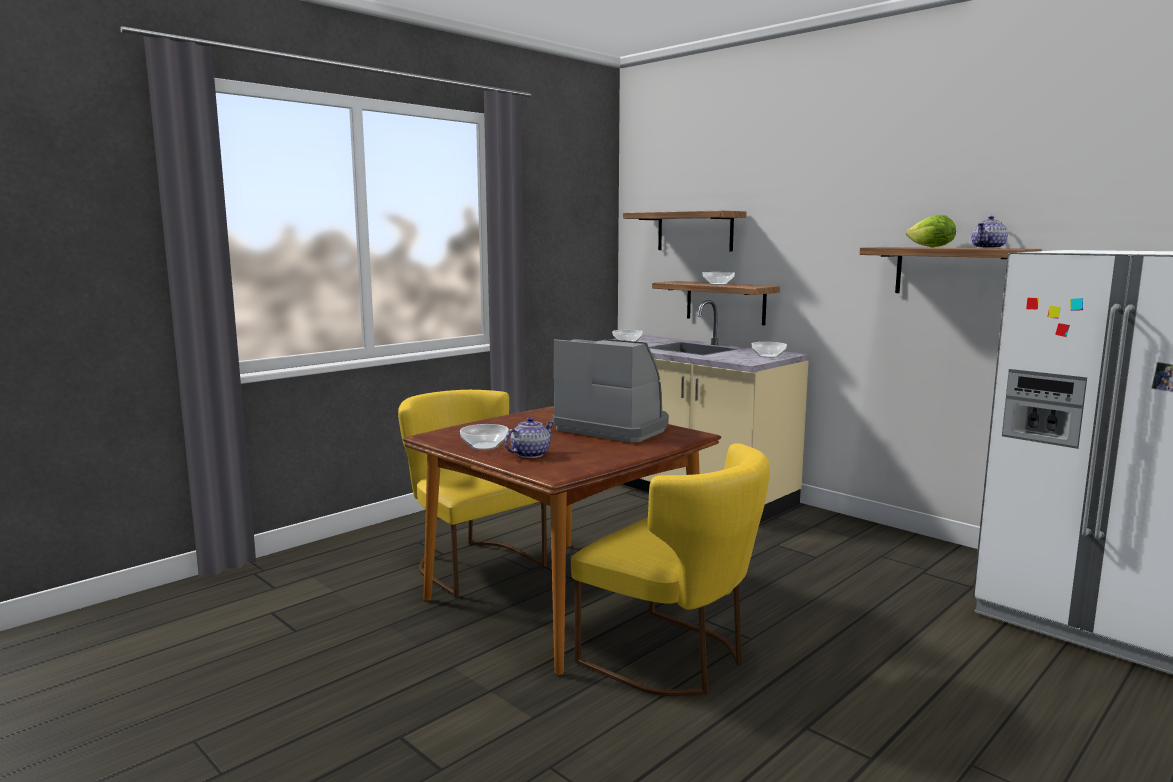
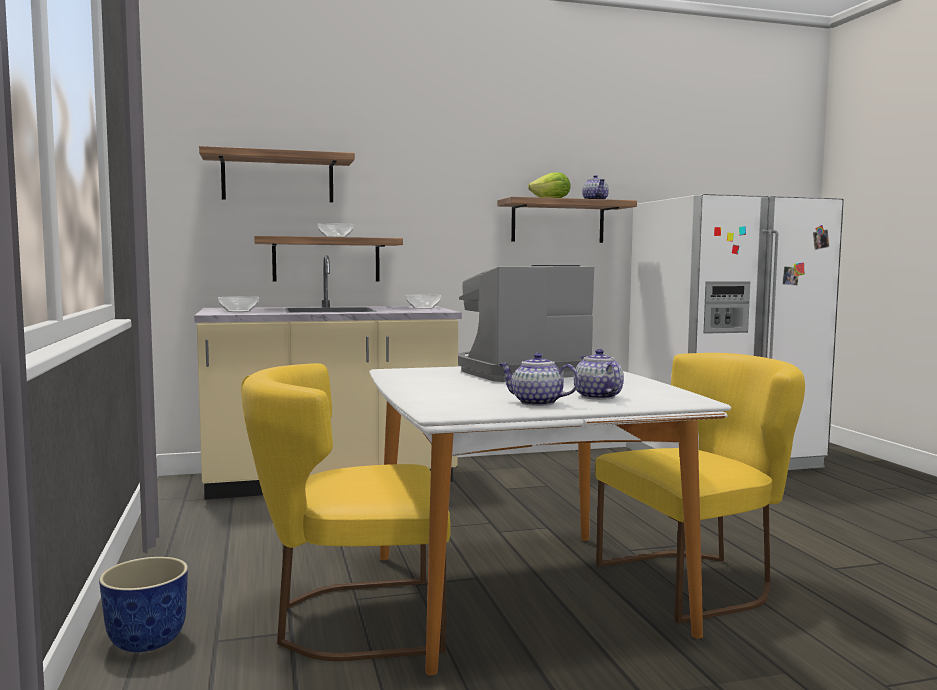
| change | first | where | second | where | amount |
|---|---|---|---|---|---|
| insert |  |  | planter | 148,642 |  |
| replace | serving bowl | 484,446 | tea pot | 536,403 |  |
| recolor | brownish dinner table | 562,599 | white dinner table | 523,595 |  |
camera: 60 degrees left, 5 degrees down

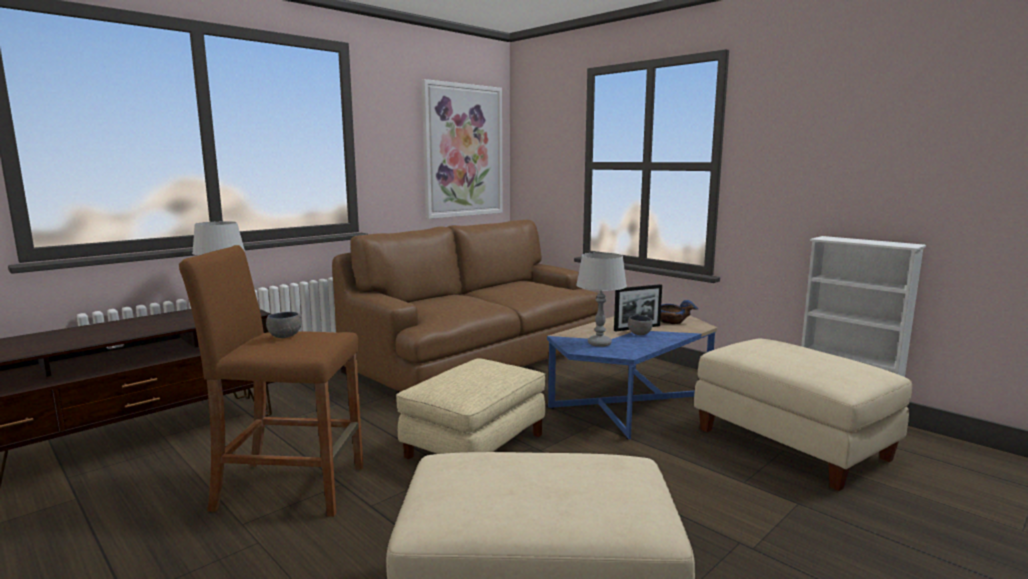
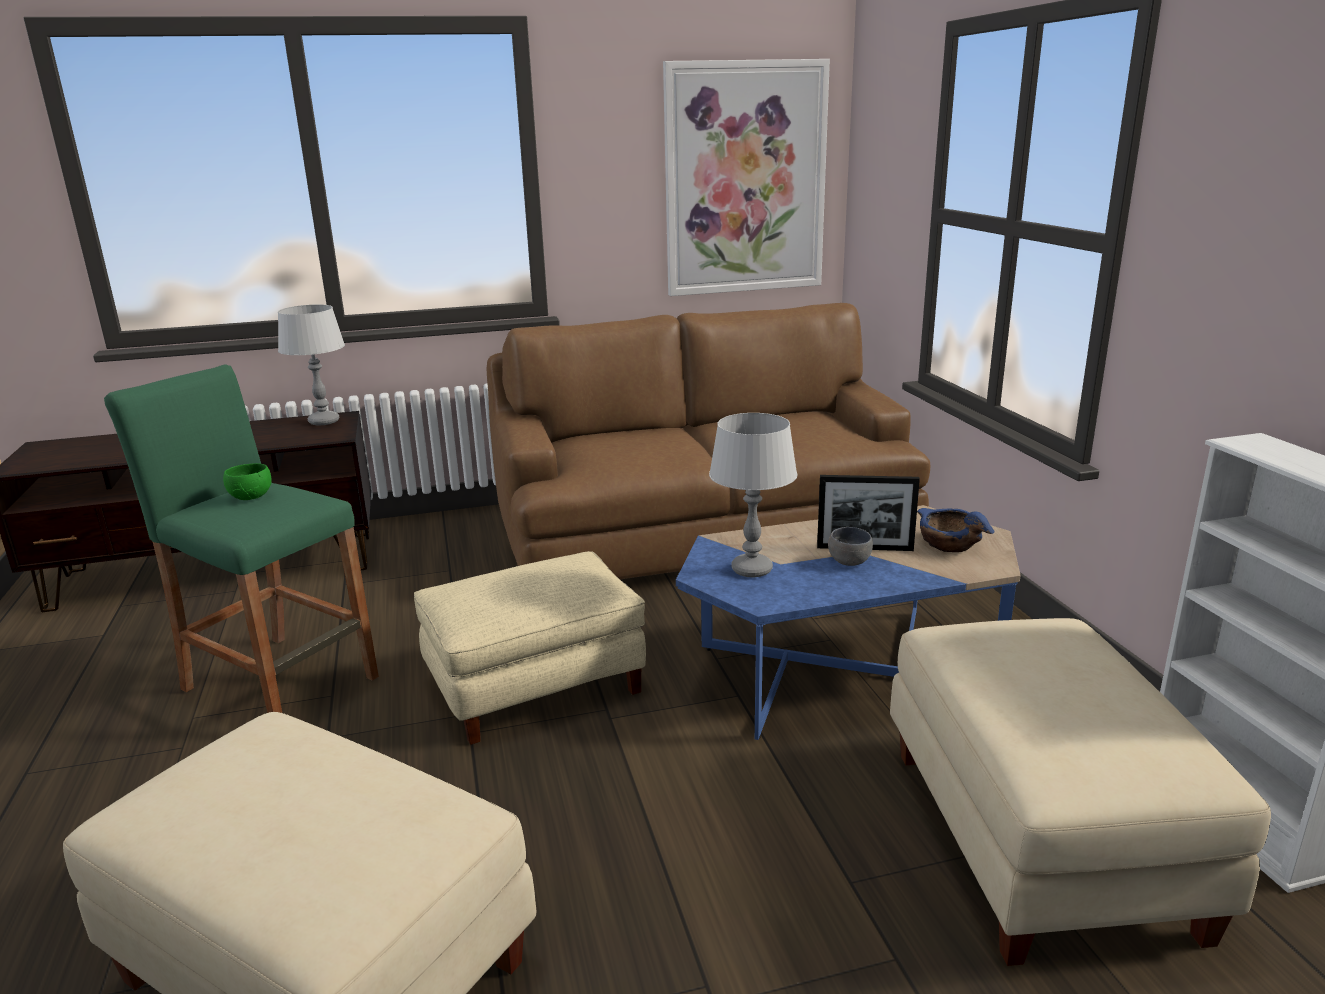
| change | first | where | second | where | amount |
|---|---|---|---|---|---|
| recolor | brownish stool | 291,488 | green-coloured stool | 280,683 |  |
| recolor | gray serving bowl | 284,336 | green-coloured serving bowl | 251,496 |  |
camera: 30 degrees right, 10 degrees up

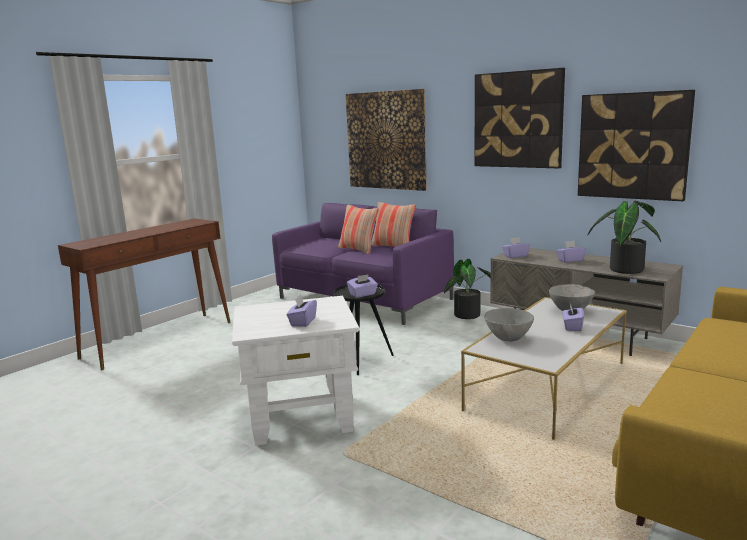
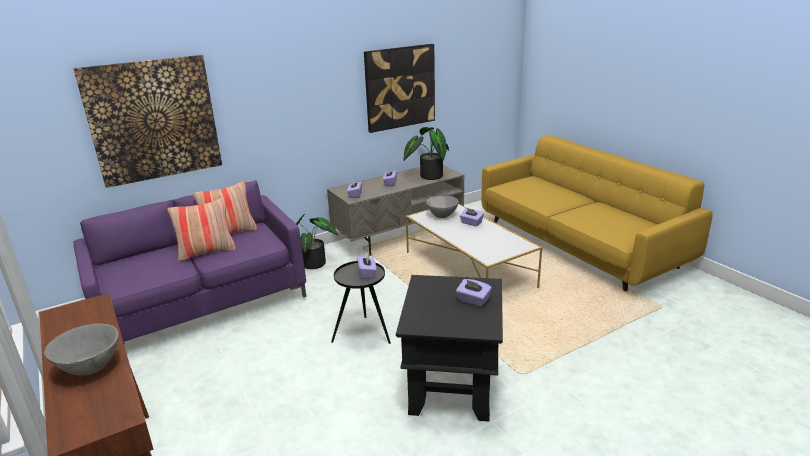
| change | first | where | second | where | amount |
|---|---|---|---|---|---|
| delete | wall art | 518,120 |  |  |  |
| move | gray serving bowl | 508,338 |  | 90,368 |  |
| recolor | white side table | 301,417 | blackish side table | 452,387 |  |
camera: 70 degrees left, 10 degrees up

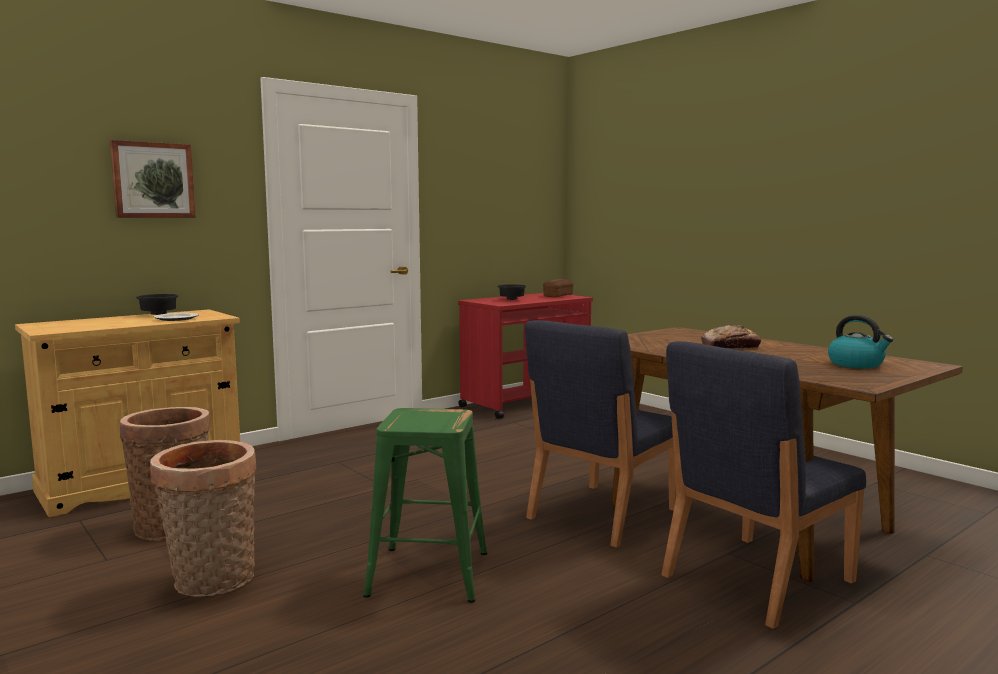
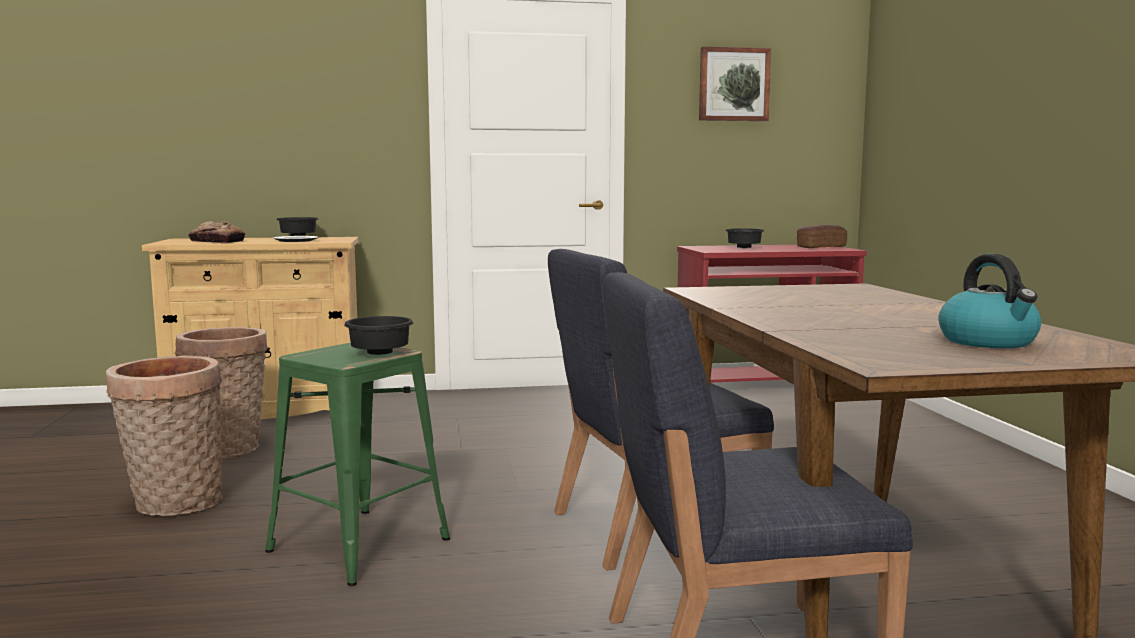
| change | first | where | second | where | amount |
|---|---|---|---|---|---|
| insert |  |  | blackish serving bowl | 377,353 |  |
| move | wall art | 153,180 |  | 733,84 |  |
| move | baked bread | 730,346 |  | 217,241 |  |
camera: 30 degrees right, 0 degrees up

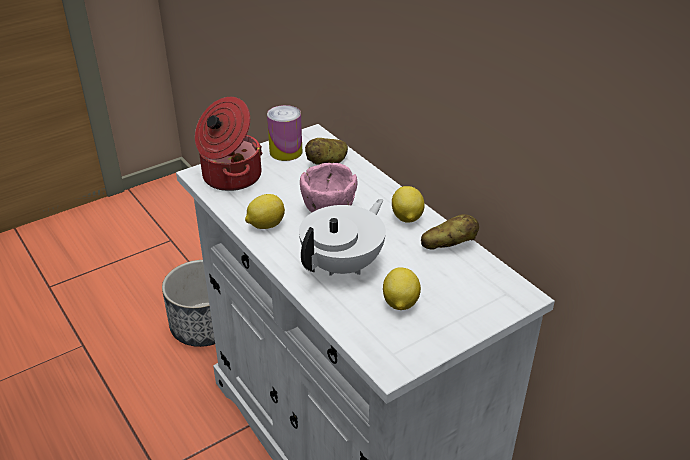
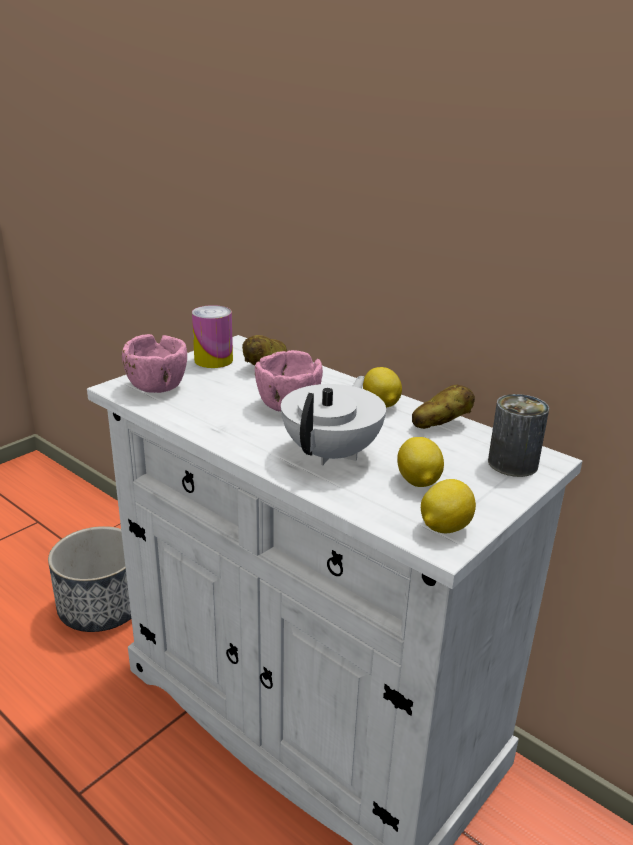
| change | first | where | second | where | amount |
|---|---|---|---|---|---|
| insert |  |  | can | 512,463 |  |
| move | lemon | 265,225 |  | 443,527 |  |
| replace | saucepot | 230,176 | pink-coloured serving bowl | 157,386 |  |
camera: 15 degrees left, 10 degrees down

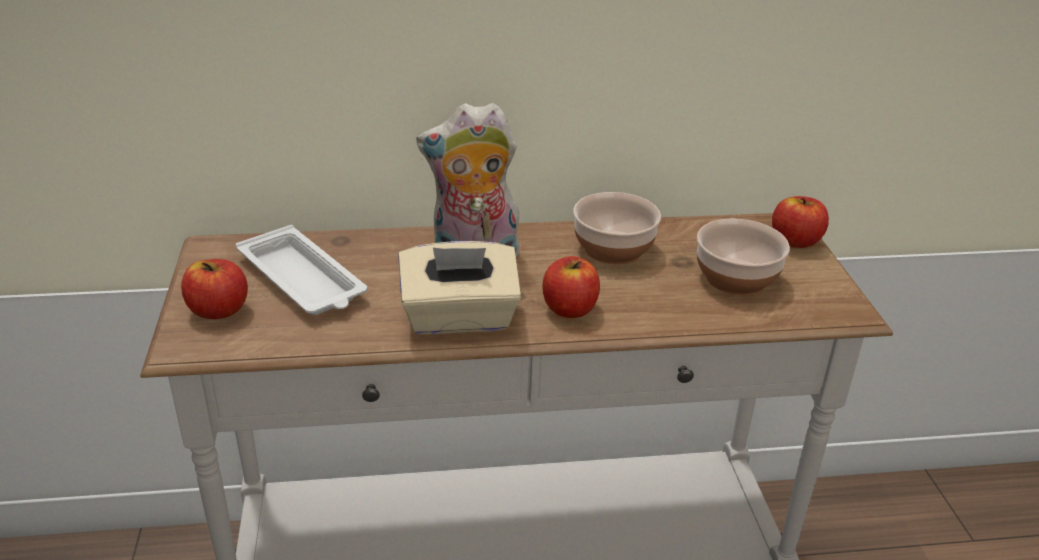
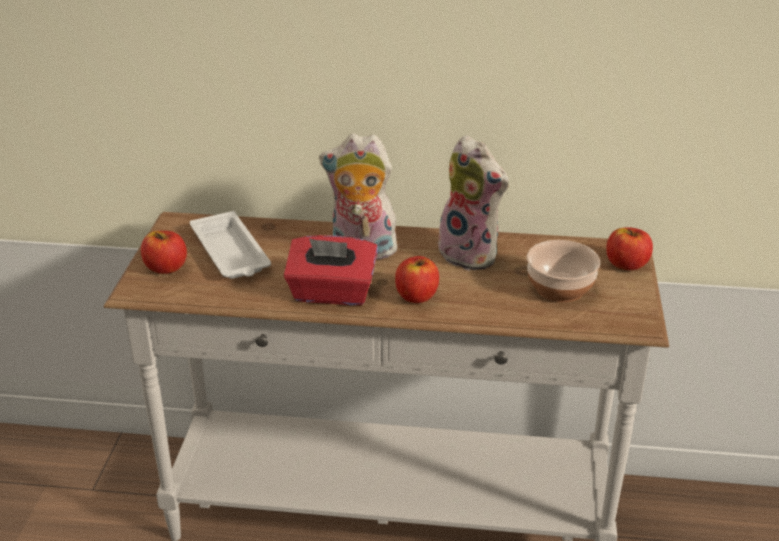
| change | first | where | second | where | amount |
|---|---|---|---|---|---|
| replace | serving bowl | 612,249 | cuddly toy | 472,254 |  |
| recolor | beige-coloured box of tissues | 459,318 | reddish box of tissues | 332,293 |  |
camera: 15 degrees right, 0 degrees up

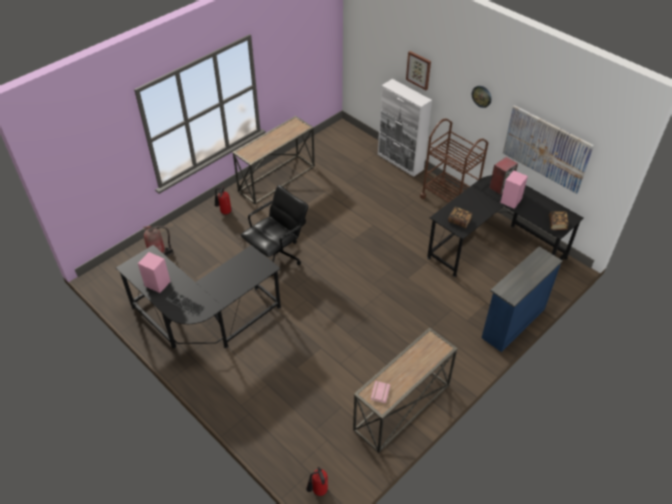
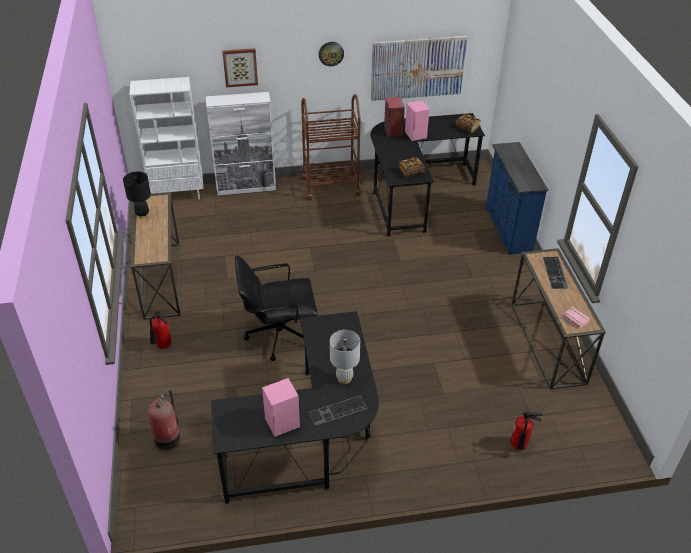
| change | first | where | second | where | amount |
|---|---|---|---|---|---|
| insert |  |  | blackish tabletop lamp | 142,215 |  |
| insert |  |  | white shelving unit | 178,194 |  |
| insert |  |  | white tabletop lamp | 344,378 |  |
| insert |  |  | PC keyboard | 556,273 |  |
| move | fire extinguisher | 318,491 |  | 519,447 |  |
| rotate | blackish office chair | 277,256 |  | 278,335 | 90 degrees counterclockwise |
camera: 55 degrees left, 5 degrees down

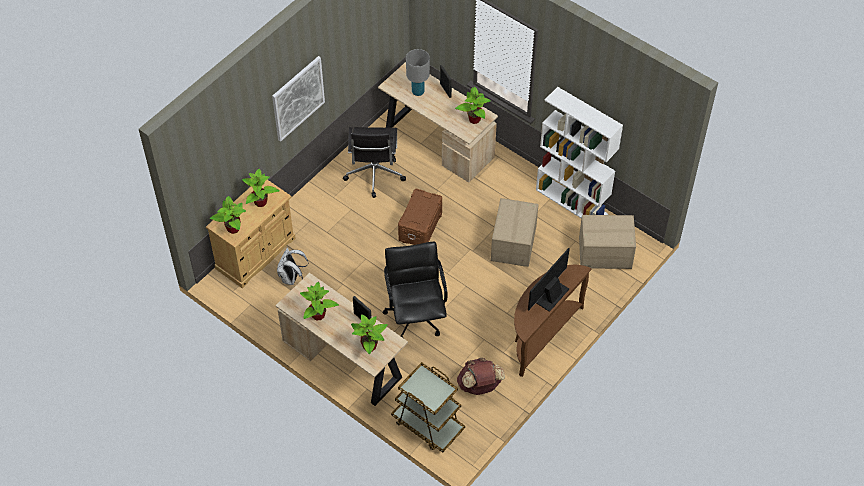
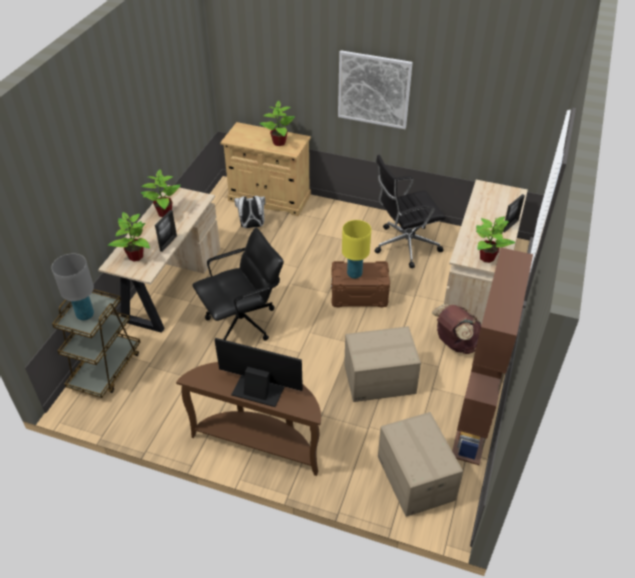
| change | first | where | second | where | amount |
|---|---|---|---|---|---|
| delete | potted plant | 233,228 |  |  |  |
| insert |  |  | yellow-coloured tabletop lamp | 354,274 |  |
| move | gray tabletop lamp | 418,91 |  | 85,315 |  |
| move | brownish rucksack | 480,386 |  | 455,343 |  |
| recolor | white shelving unit | 572,202 | brownish shelving unit | 474,421 |  |
camera: 70 degrees right, 10 degrees down

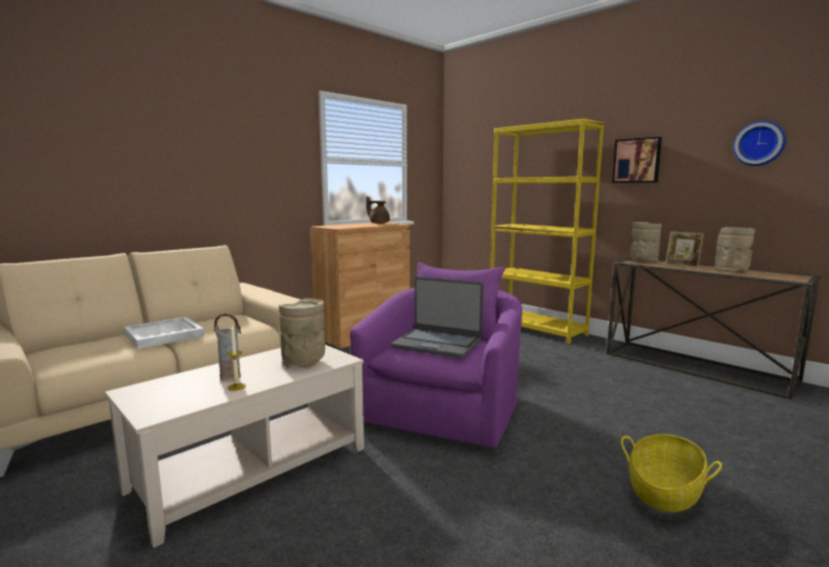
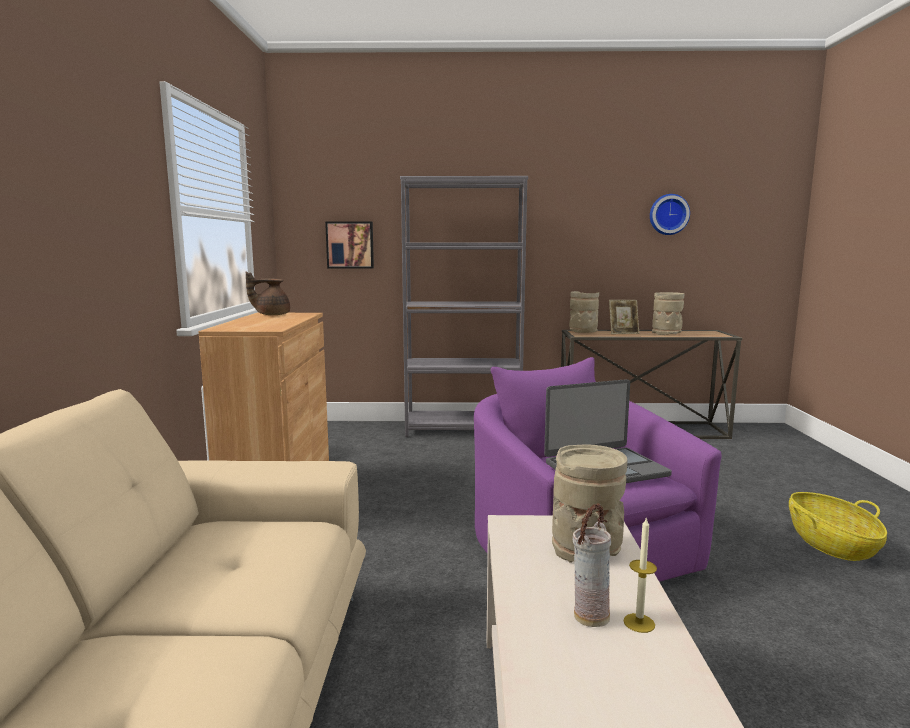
| change | first | where | second | where | amount |
|---|---|---|---|---|---|
| delete | white carrying tray | 165,335 |  |  |  |
| move | wall art | 637,160 |  | 350,245 |  |
| recolor | yellow-coloured shelving unit | 536,329 | gray shelving unit | 463,429 |  |
camera: 45 degrees left, 0 degrees up

